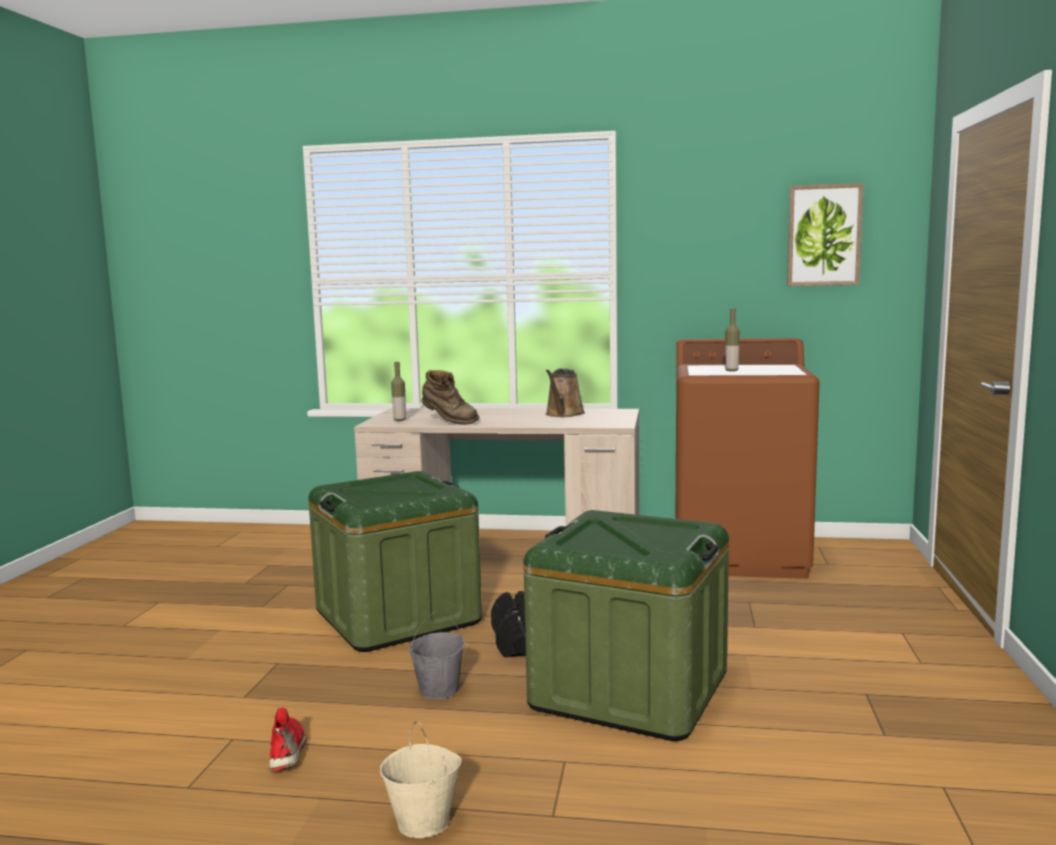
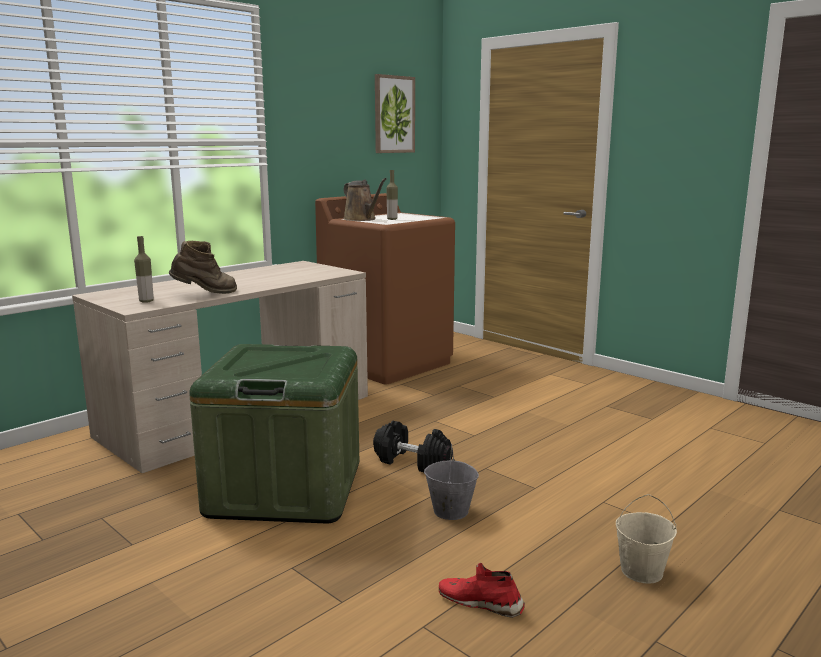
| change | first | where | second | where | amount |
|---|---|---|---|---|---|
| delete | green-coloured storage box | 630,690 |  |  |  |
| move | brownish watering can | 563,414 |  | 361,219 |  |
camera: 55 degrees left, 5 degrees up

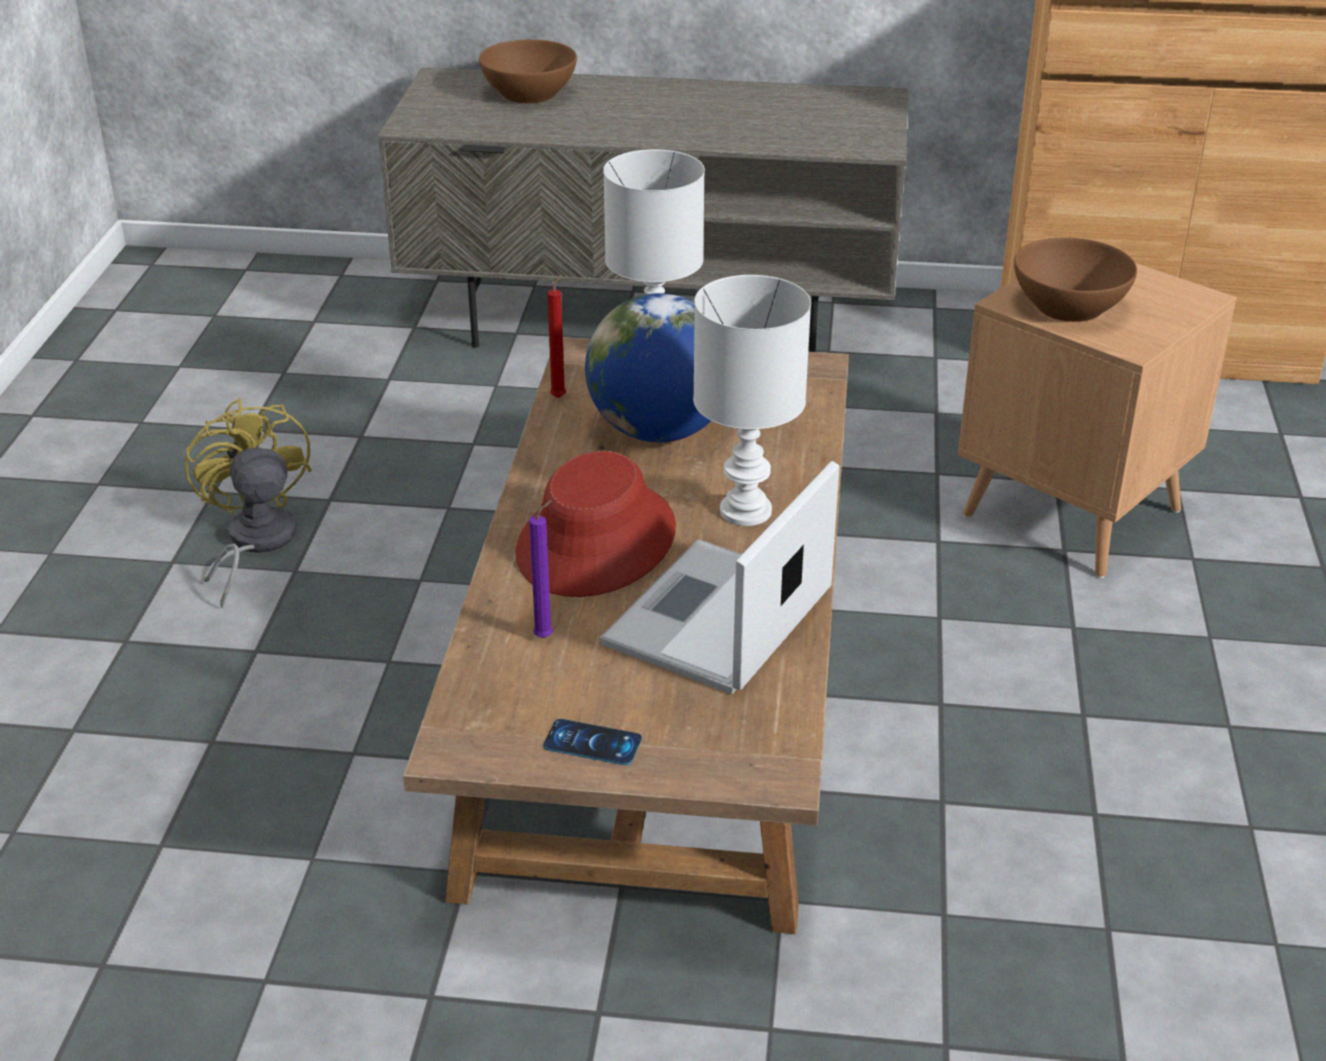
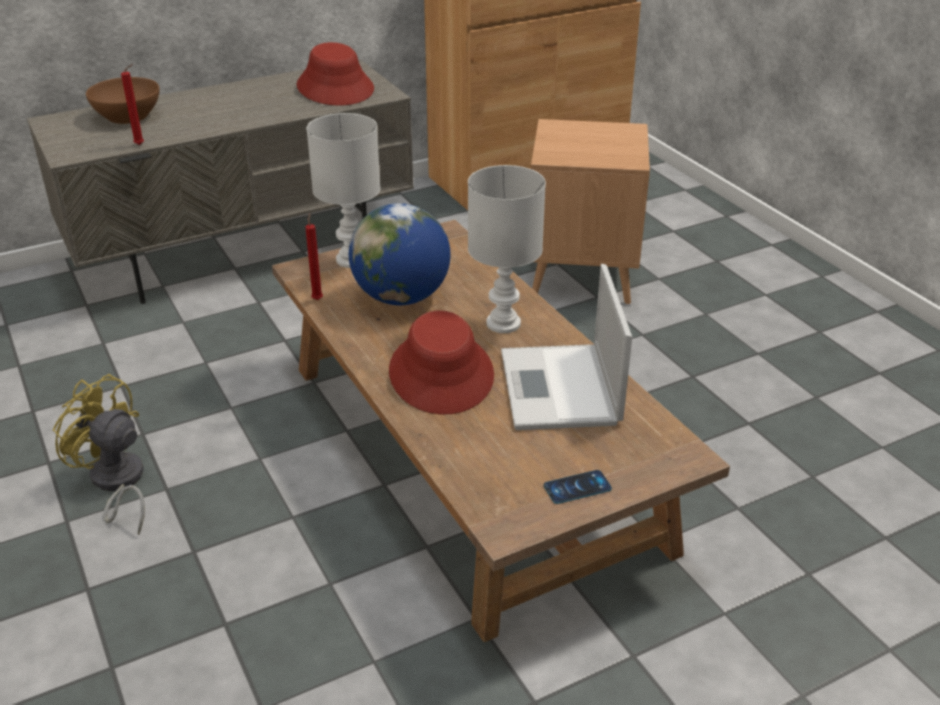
| change | first | where | second | where | amount |
|---|---|---|---|---|---|
| delete | purplish candle | 546,636 |  |  |  |
| delete | brownish serving bowl | 1068,306 |  |  |  |
| insert |  |  | reddish candle | 141,145 |  |
| insert |  |  | reddish wearable hat | 335,88 |  |
camera: 35 degrees left, 0 degrees up

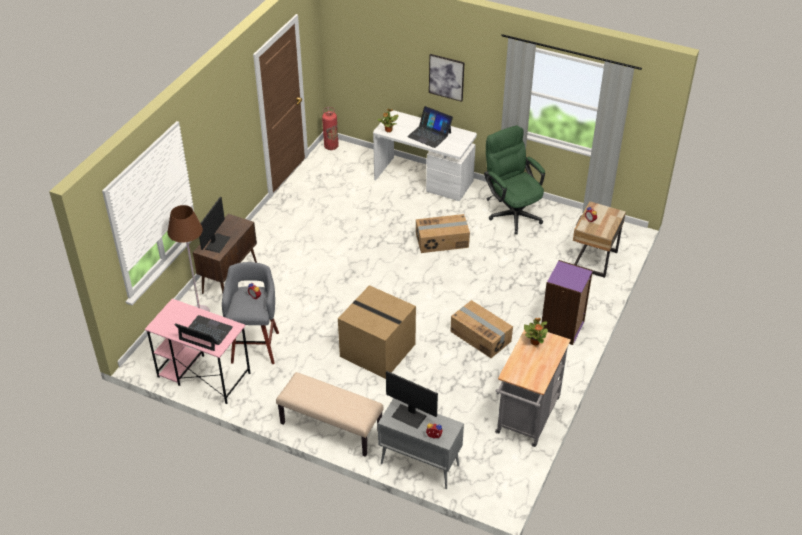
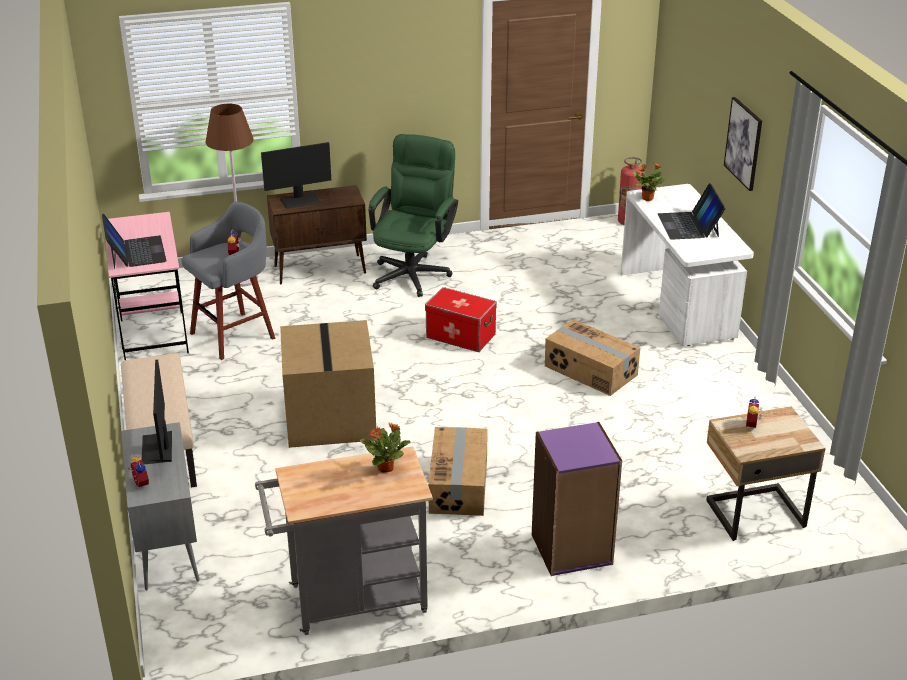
| change | first | where | second | where | amount |
|---|---|---|---|---|---|
| insert |  |  | storage box | 461,336 |  |
| move | green-coloured office chair | 512,212 |  | 414,271 |  |
camera: 50 degrees right, 10 degrees down

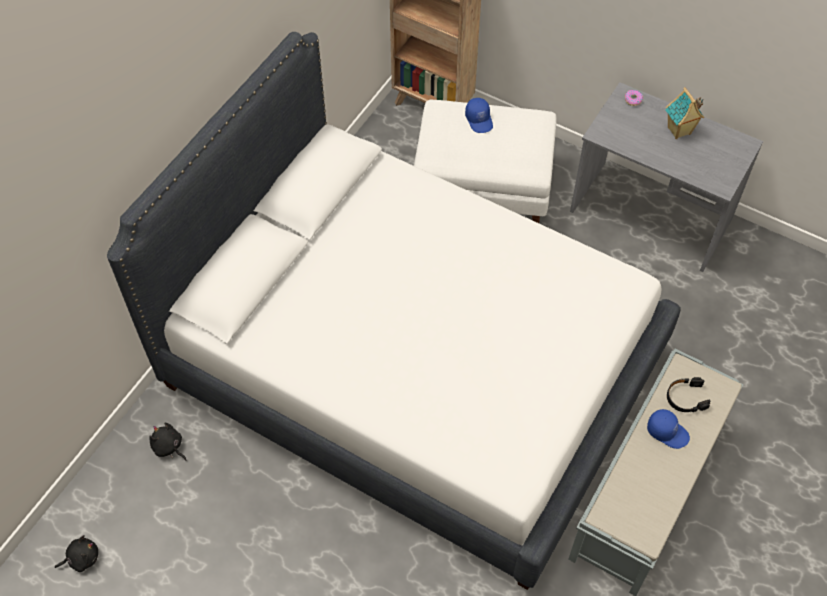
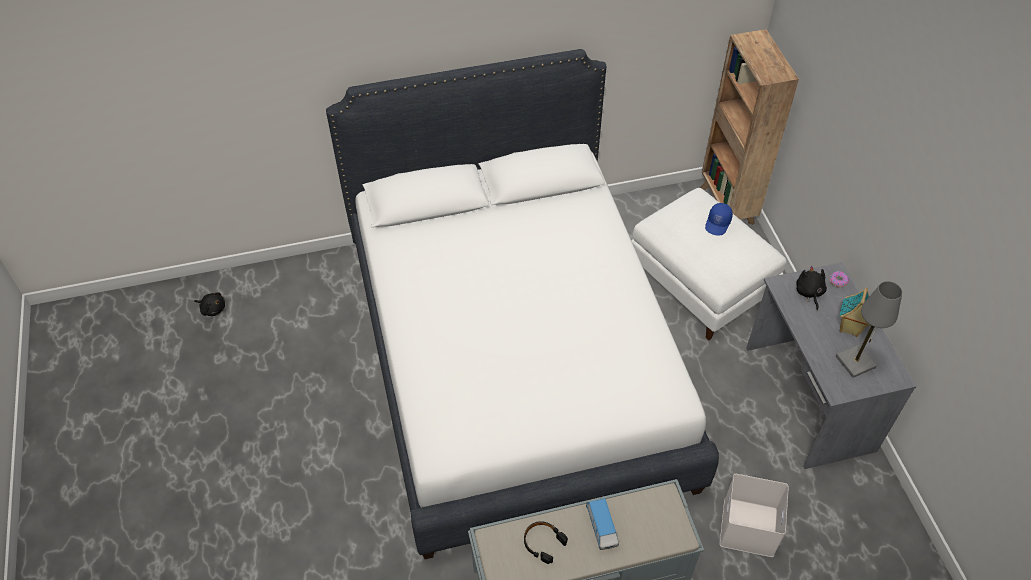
| change | first | where | second | where | amount |
|---|---|---|---|---|---|
| insert |  |  | white storage box | 749,528 |  |
| insert |  |  | gray tabletop lamp | 855,362 |  |
| move | blackish cuddly toy | 169,447 |  | 809,293 |  |
| move | blackish pair of headphones | 685,398 |  | 543,543 |  |
| replace | blue baseball cap | 667,431 | model car | 601,527 |  |
camera: 45 degrees right, 5 degrees down

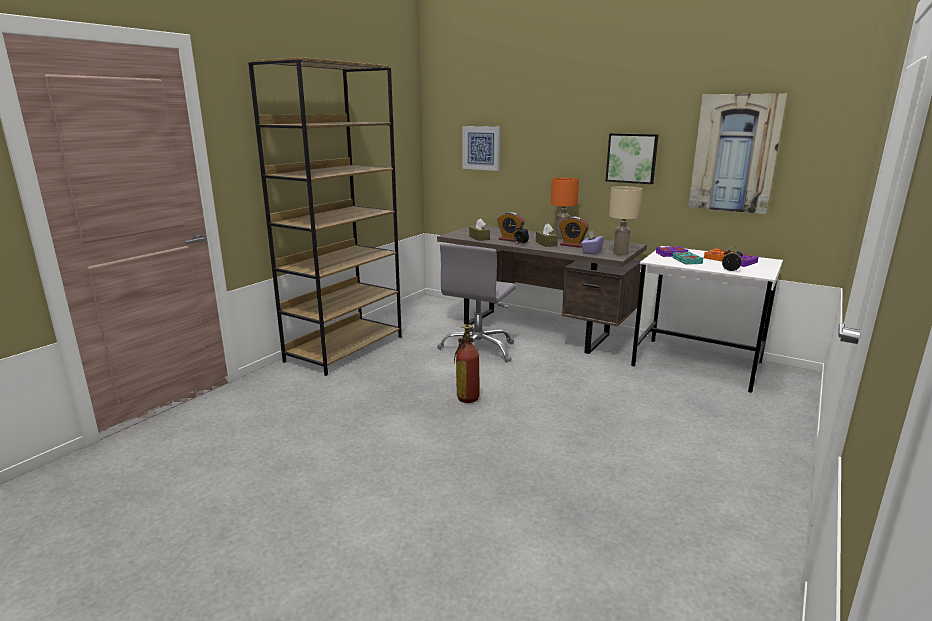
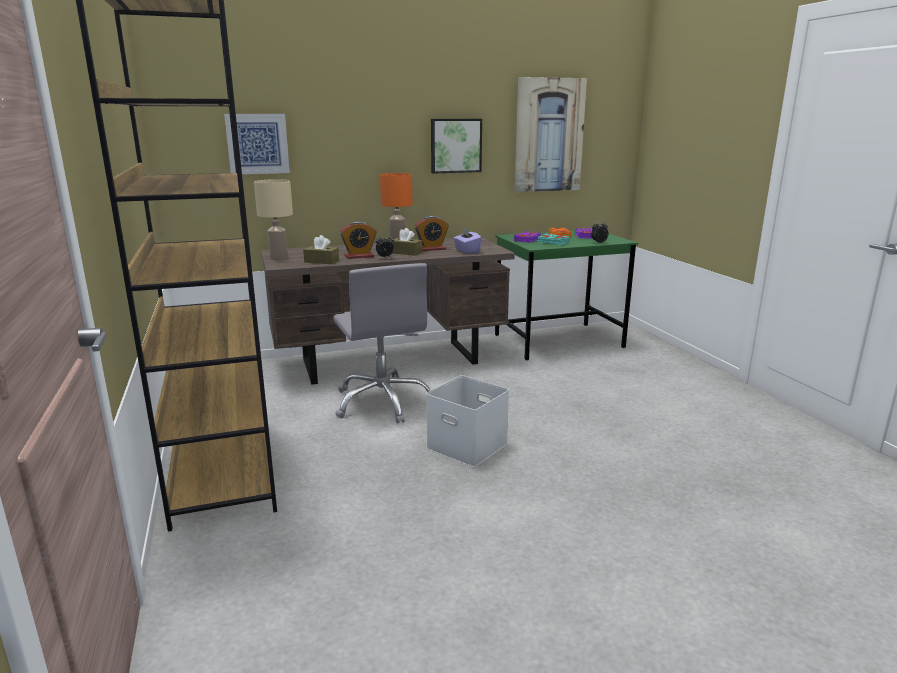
| change | first | where | second | where | amount |
|---|---|---|---|---|---|
| move | beige-coloured tabletop lamp | 621,253 |  | 279,258 |  |
| replace | fire extinguisher | 466,394 | white storage box | 469,446 |  |
| recolor | white desk | 697,364 | green-coloured desk | 558,341 |  |
camera: 50 degrees left, 0 degrees up

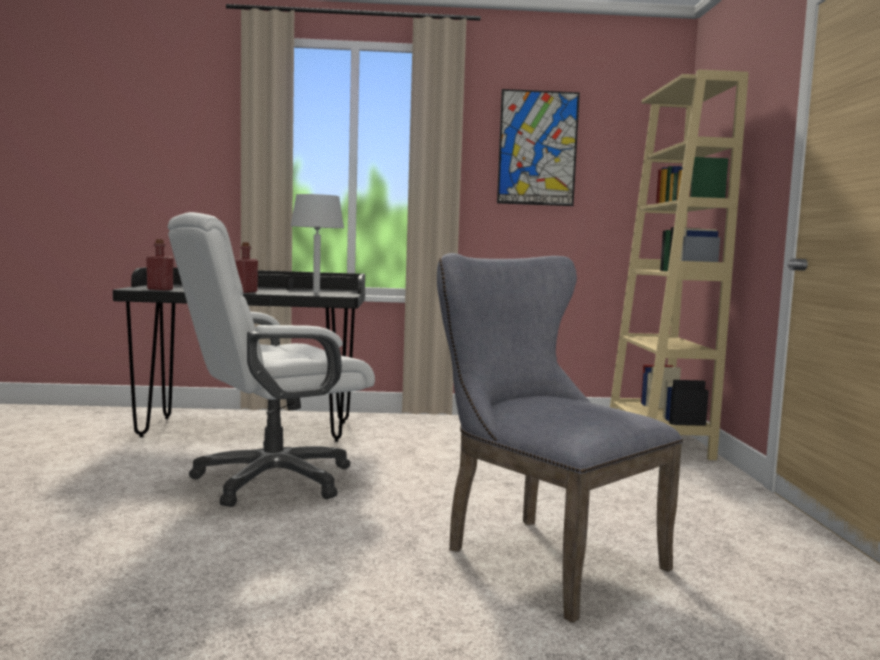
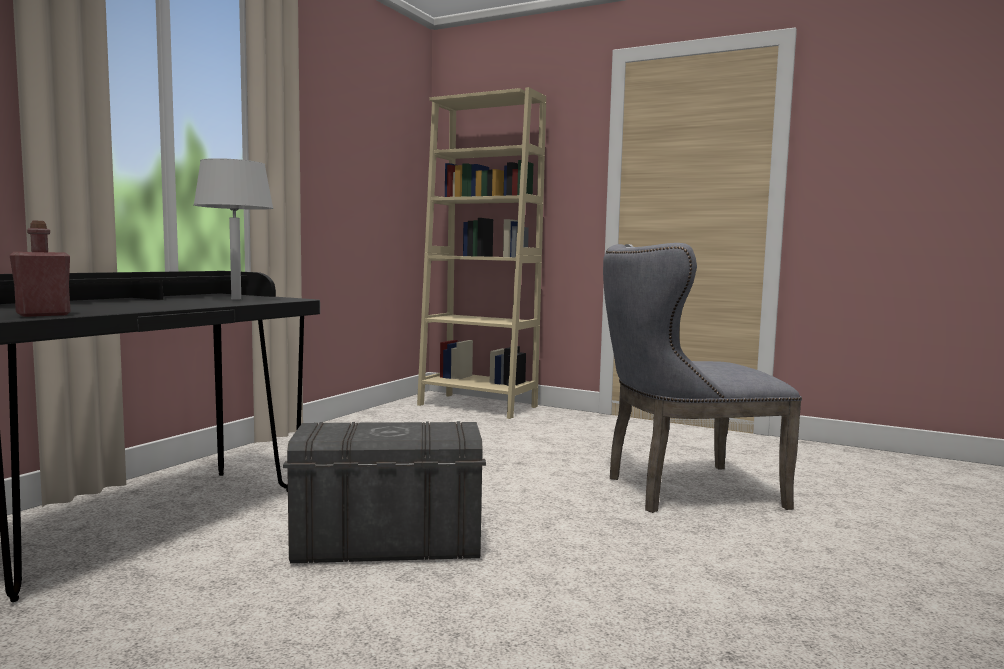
| change | first | where | second | where | amount |
|---|---|---|---|---|---|
| delete | reddish bottle | 245,292 |  |  |  |
| delete | wall art | 537,148 |  |  |  |
| replace | white office chair | 272,480 | gray storage box | 387,544 |  |
camera: 60 degrees left, 0 degrees up

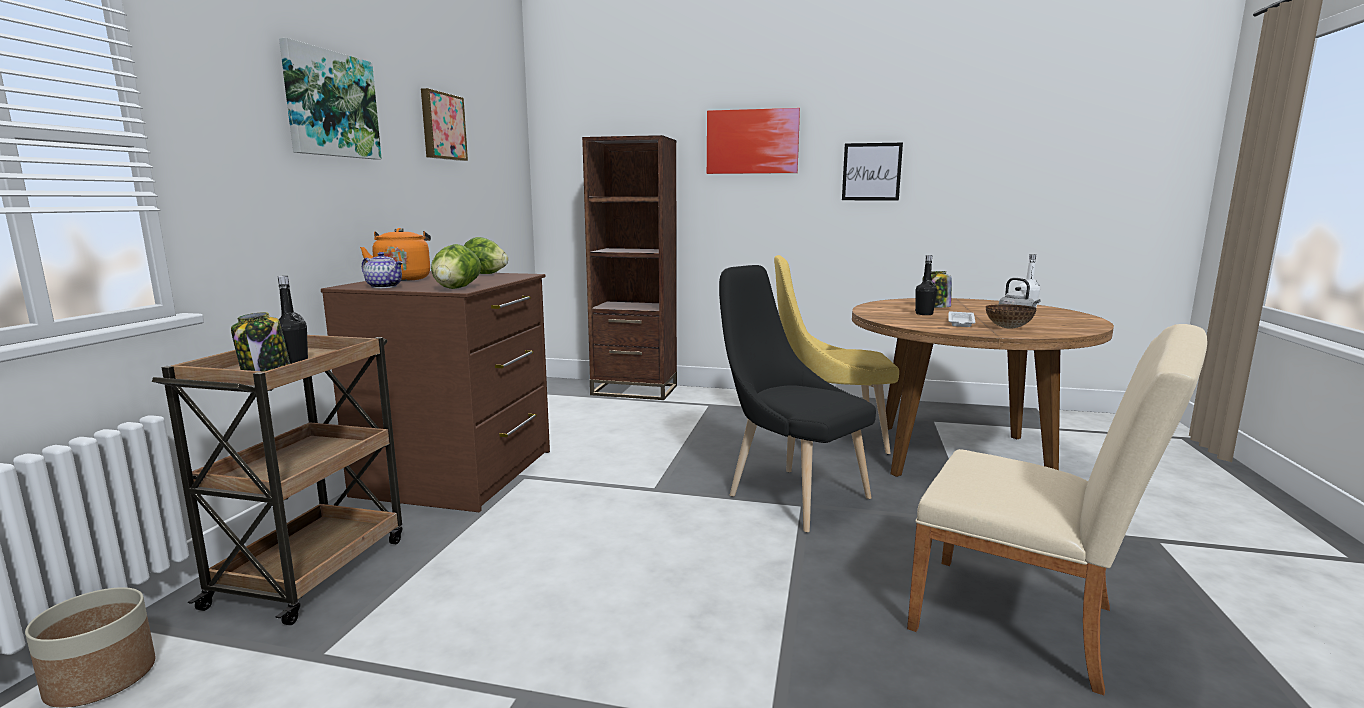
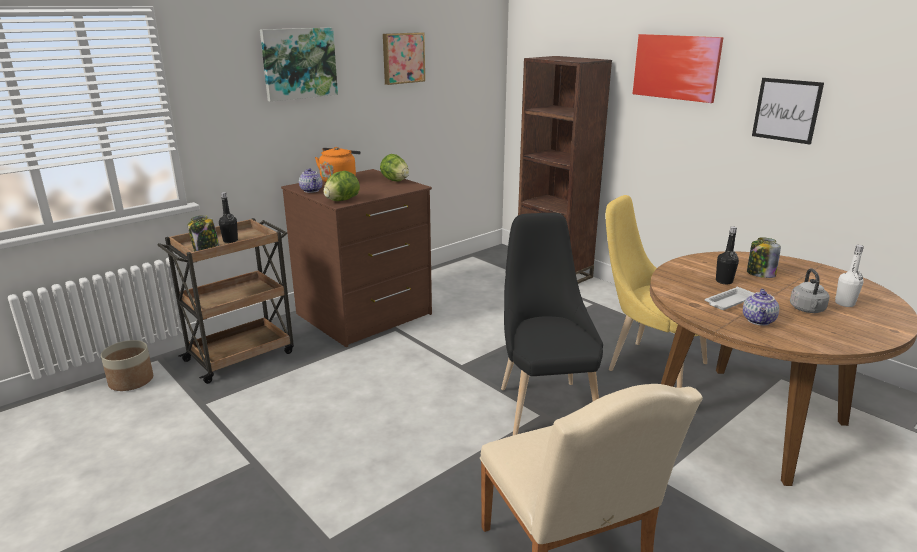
| change | first | where | second | where | amount |
|---|---|---|---|---|---|
| replace | serving bowl | 1008,328 | tea pot | 759,321 |  |
camera: 35 degrees right, 10 degrees up

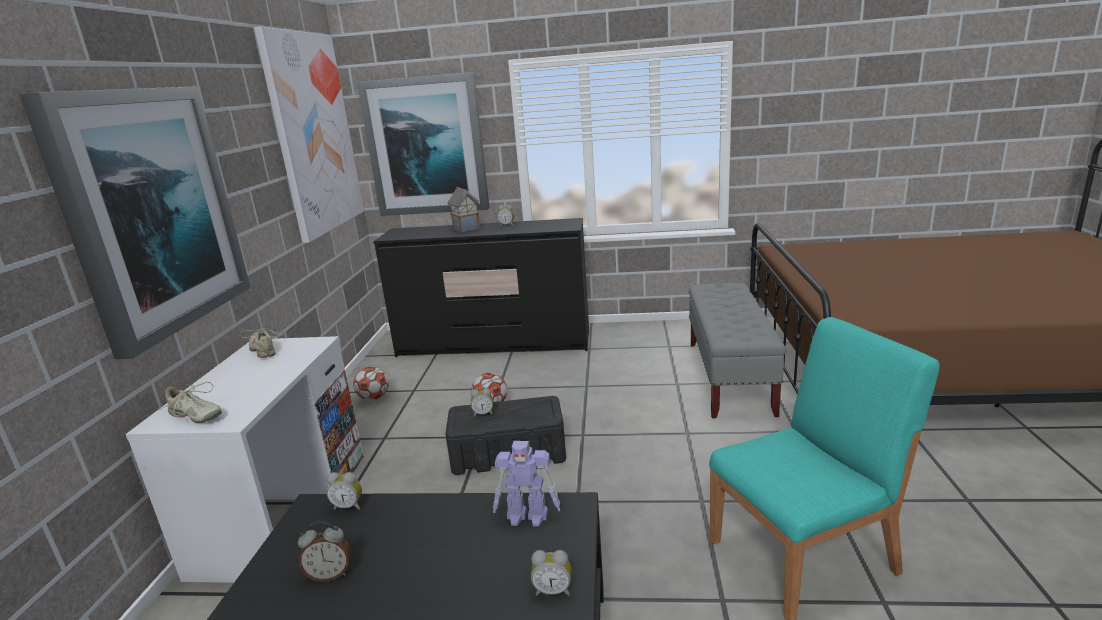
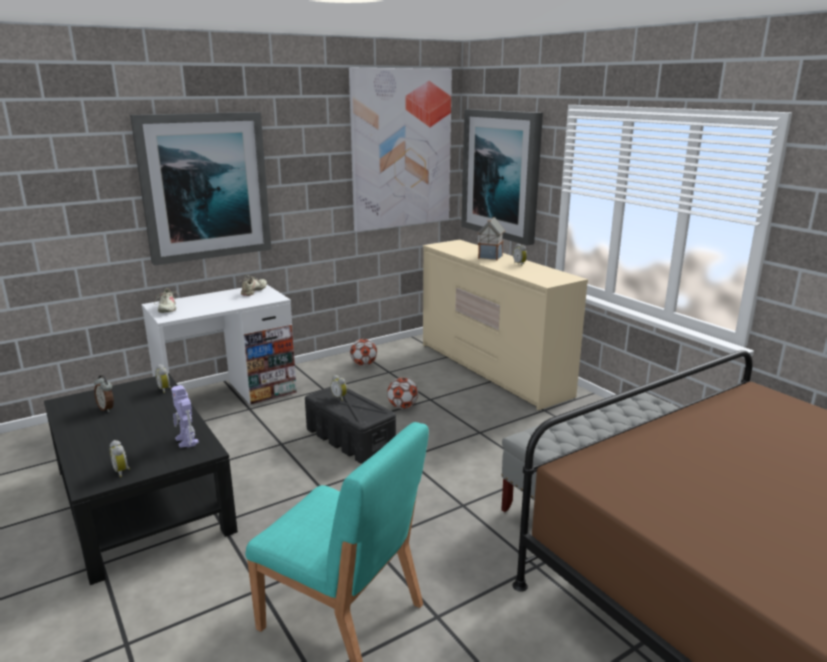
| change | first | where | second | where | amount |
|---|---|---|---|---|---|
| recolor | blackish dresser | 494,344 | beige-coloured dresser | 492,370 |  |
camera: 50 degrees right, 0 degrees up

